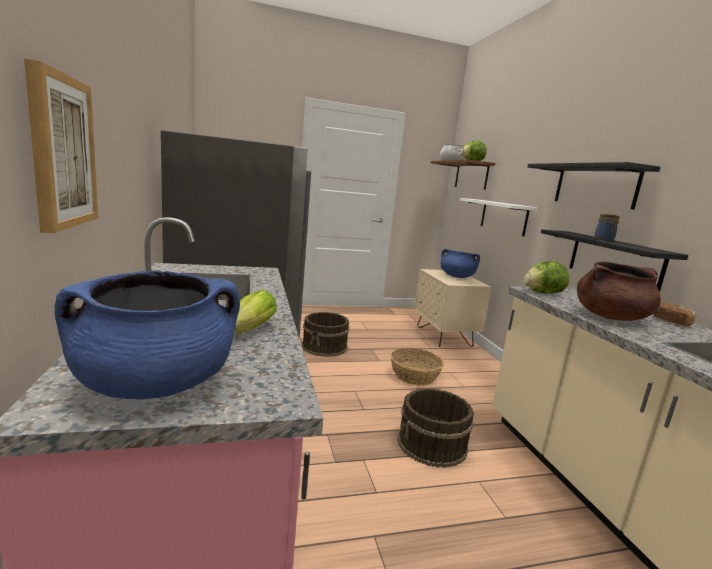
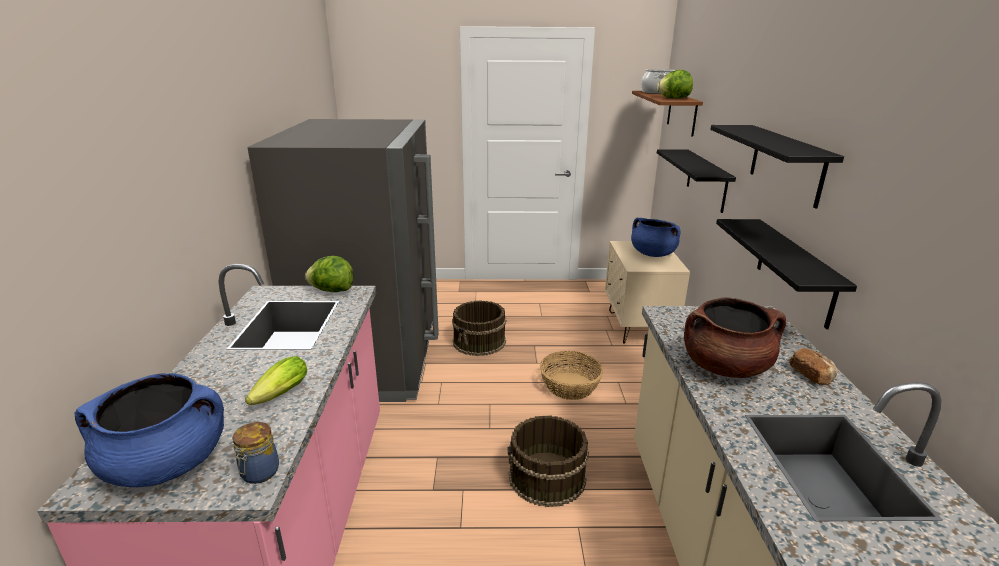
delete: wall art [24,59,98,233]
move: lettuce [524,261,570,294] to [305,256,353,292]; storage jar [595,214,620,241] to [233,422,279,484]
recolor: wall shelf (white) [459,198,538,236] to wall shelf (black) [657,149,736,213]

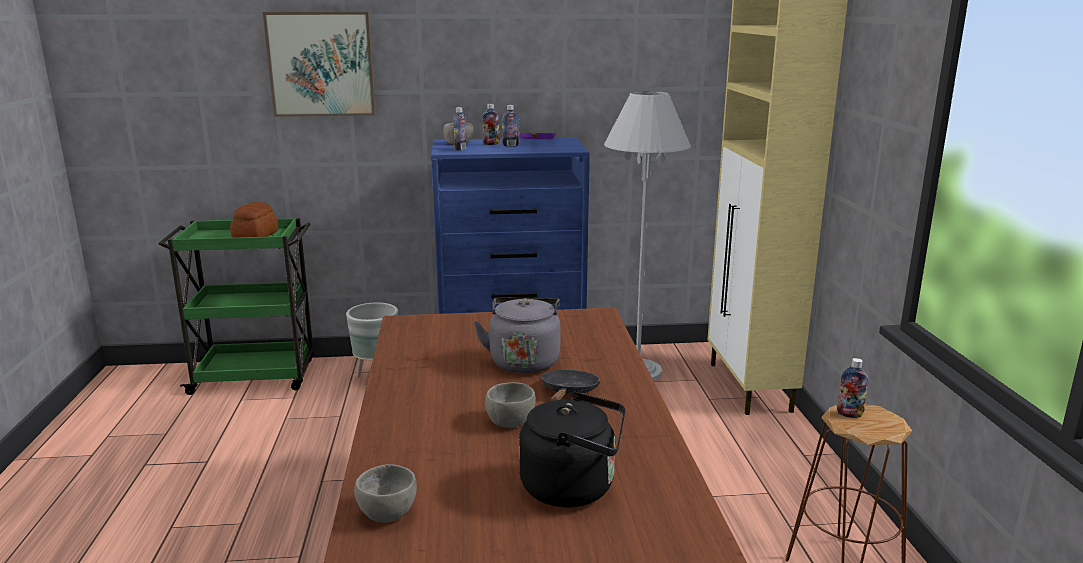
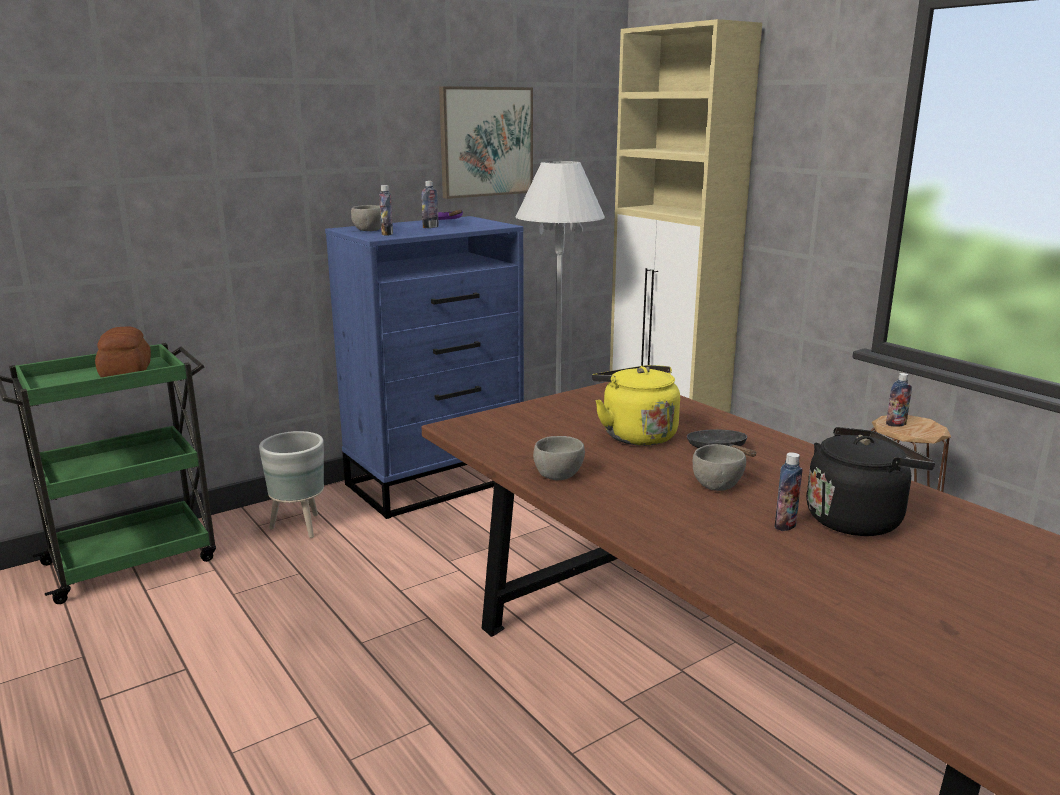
move: wall art [263,12,376,117] to [439,86,533,199]; deep dish (gray) [354,464,417,523] to [533,436,585,480]; drink bottle [482,104,500,145] to [775,452,803,531]
recolor: kettle (gray) [473,298,561,374] to kettle (yellow-coloured) [592,365,680,446]

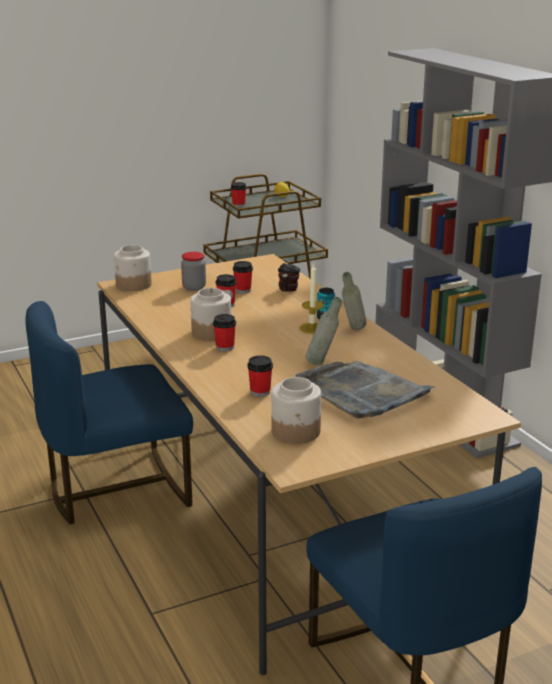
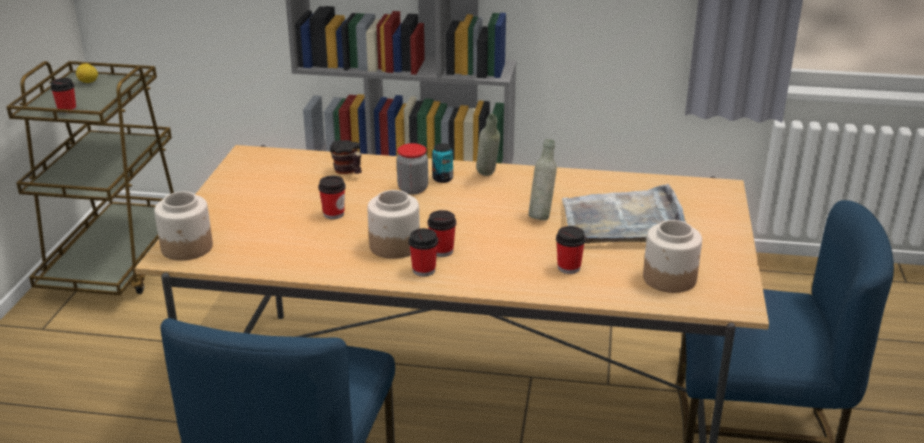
delete: wax candle [299,263,324,334]
move: storage jar [181,252,206,291] to [397,143,428,194]; cup [233,261,253,293] to [409,228,438,277]

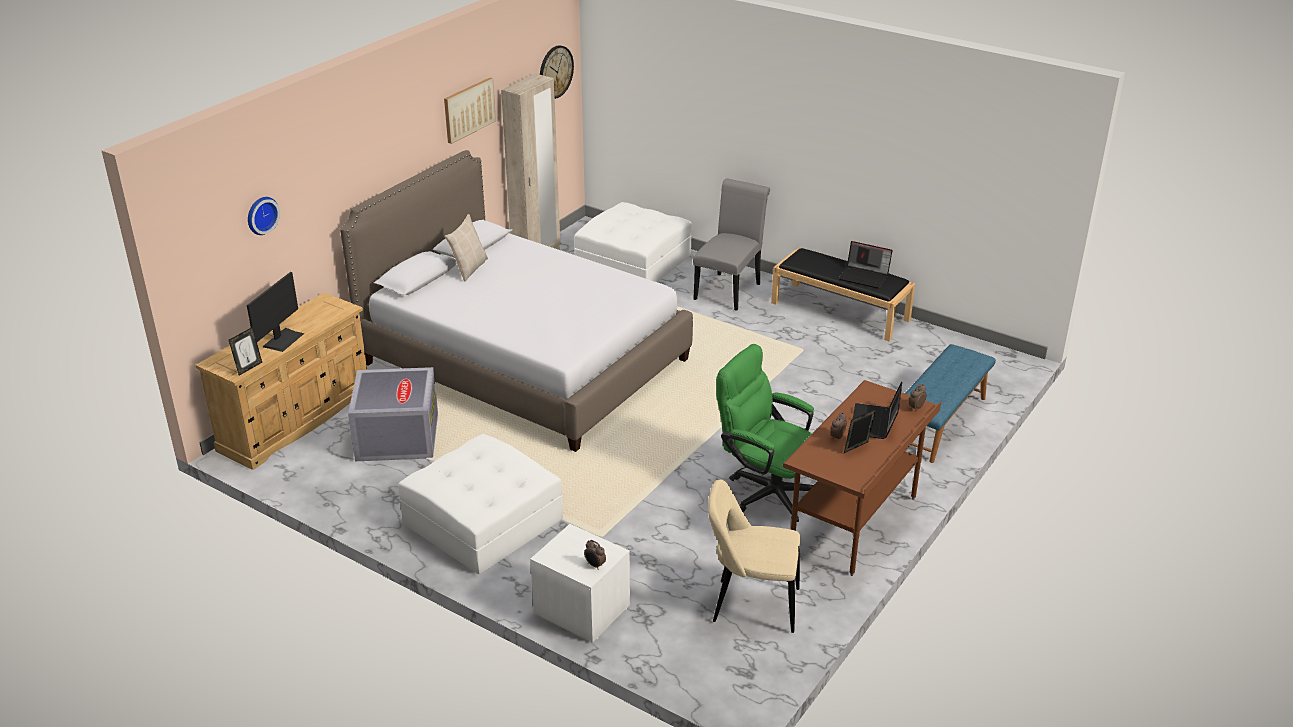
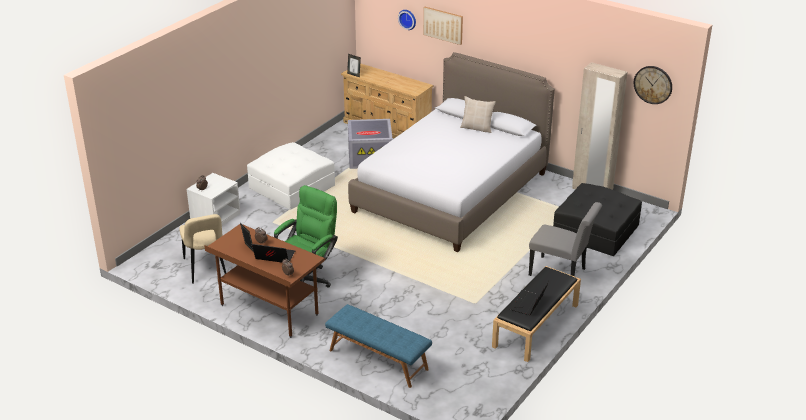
delete: computer screen [247,272,305,352]
move: wall art [444,78,496,144] to [423,7,463,45]
recolor: footrest (white) [574,202,692,282] to footrest (black) [553,183,642,256]
rotate: chair (beige) [708,480,800,633] = [179,214,226,284] 150 degrees clockwise

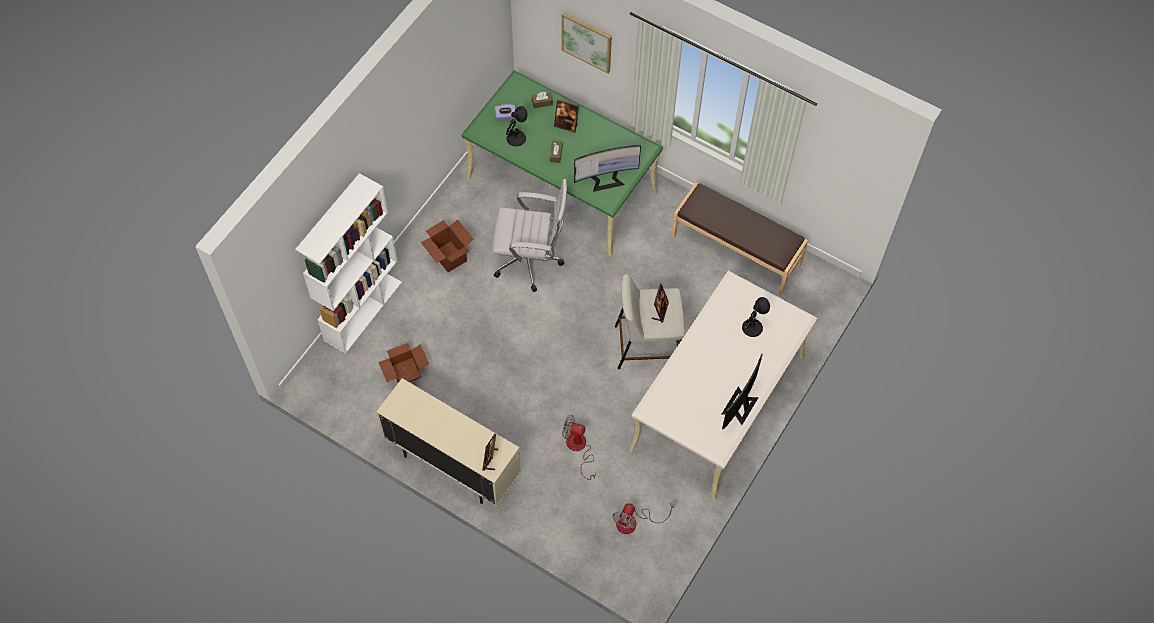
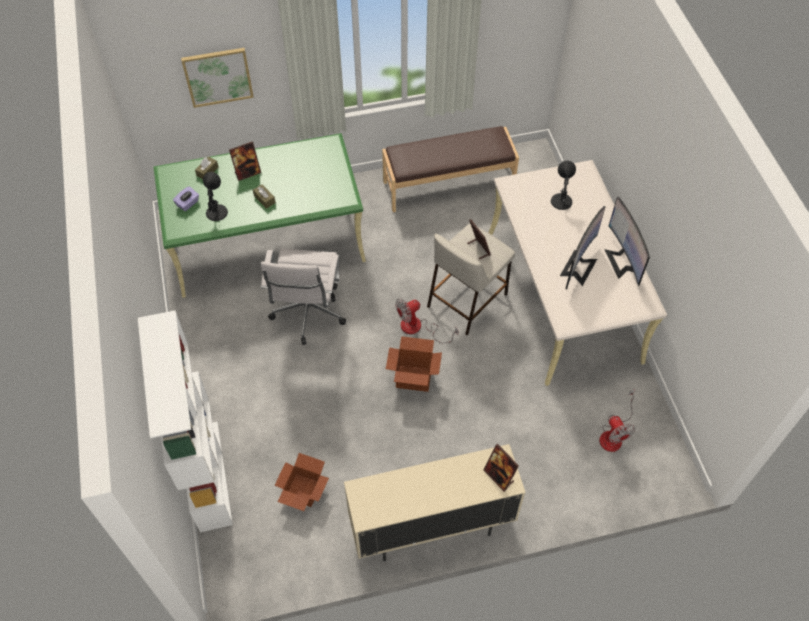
move: packing box [421,219,474,272] to [386,336,442,392]; fan [562,415,596,480] to [396,298,458,343]; computer screen [574,145,641,192] to [560,206,606,290]
rotate: desk chair (white) [492,179,567,292] = [261,248,346,345] 135 degrees clockwise

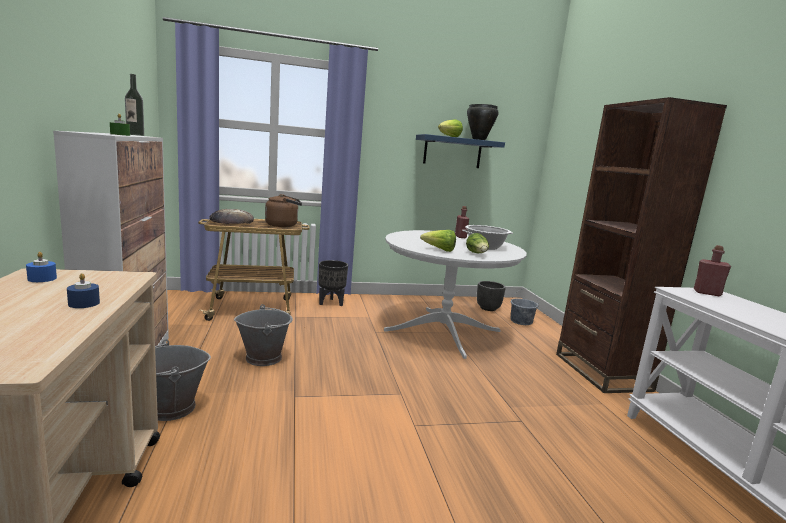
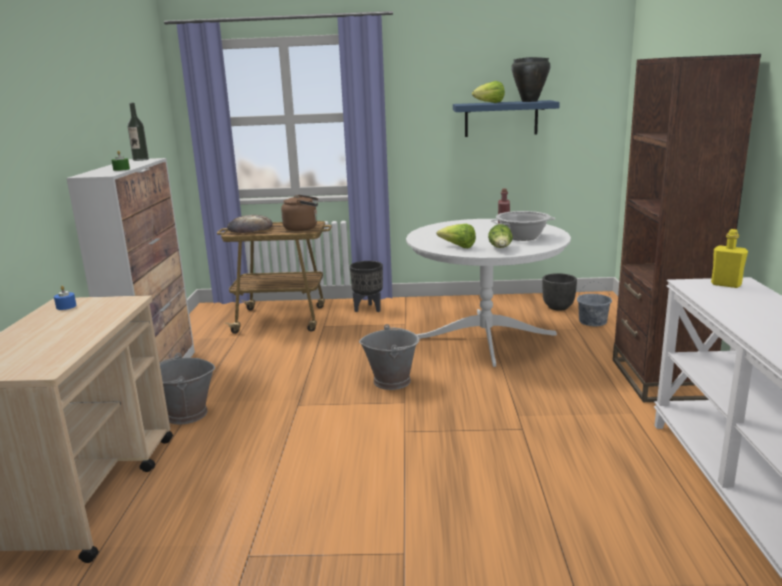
delete: wax candle (blue) [67,273,100,308]
move: water bucket (gray) [234,304,293,366] to [359,324,420,390]
recolor: drink bottle (reddish) [694,245,731,296] to drink bottle (yellow-coloured) [711,229,748,288]

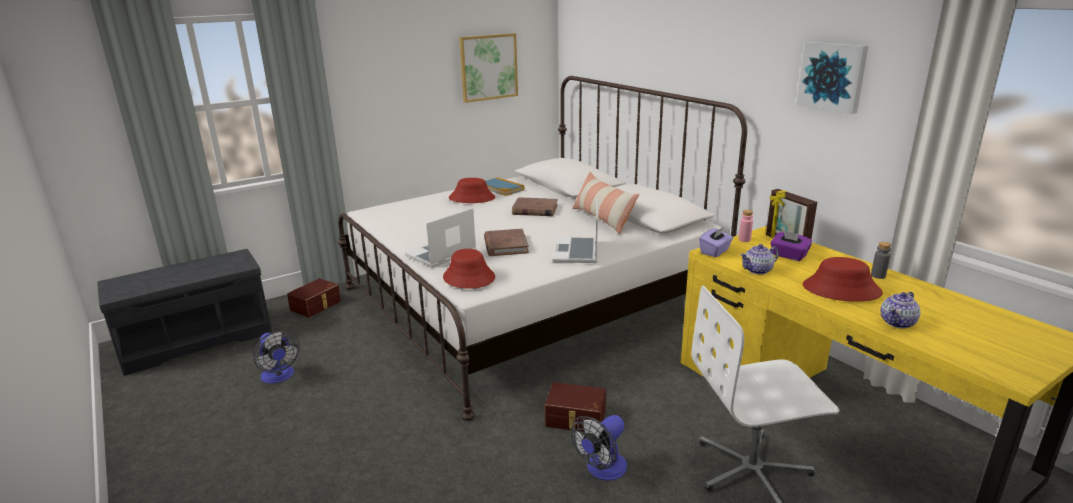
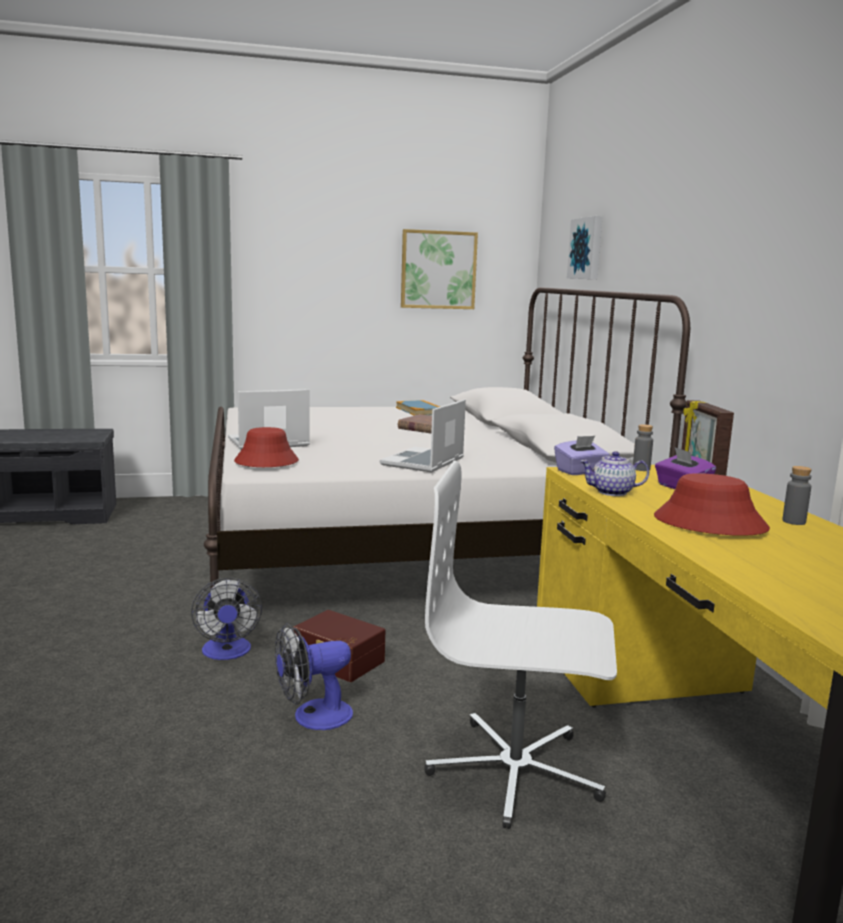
delete: storage container (brown) [287,278,341,318]; clothing hat (reddish) [449,178,495,203]; bound book (brown) [484,229,529,256]; throw pillow [572,172,639,235]; pot for tea [880,292,921,329]
move: fan [253,331,300,384] to [191,578,262,660]; wall art [796,42,869,114] to [567,216,603,279]
recolor: drink bottle (pink-coloured) [739,210,753,242] to drink bottle (gray) [633,424,653,471]

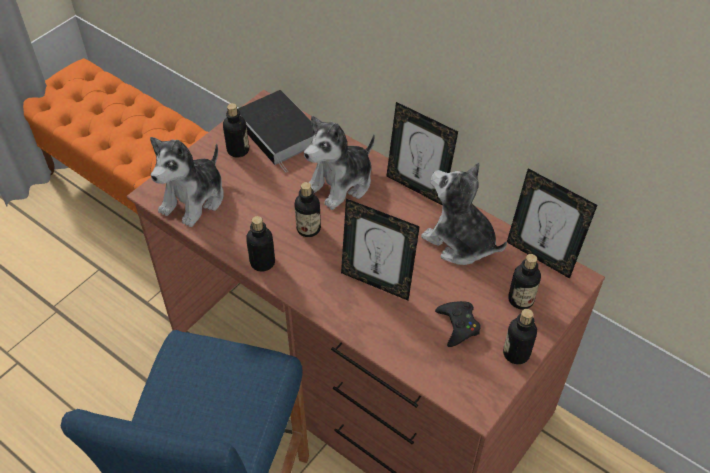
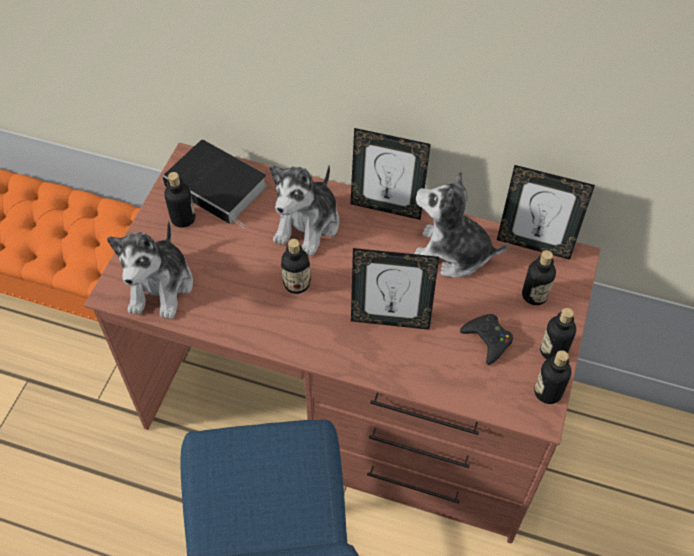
move: drink bottle [246,216,275,272] to [534,350,572,404]

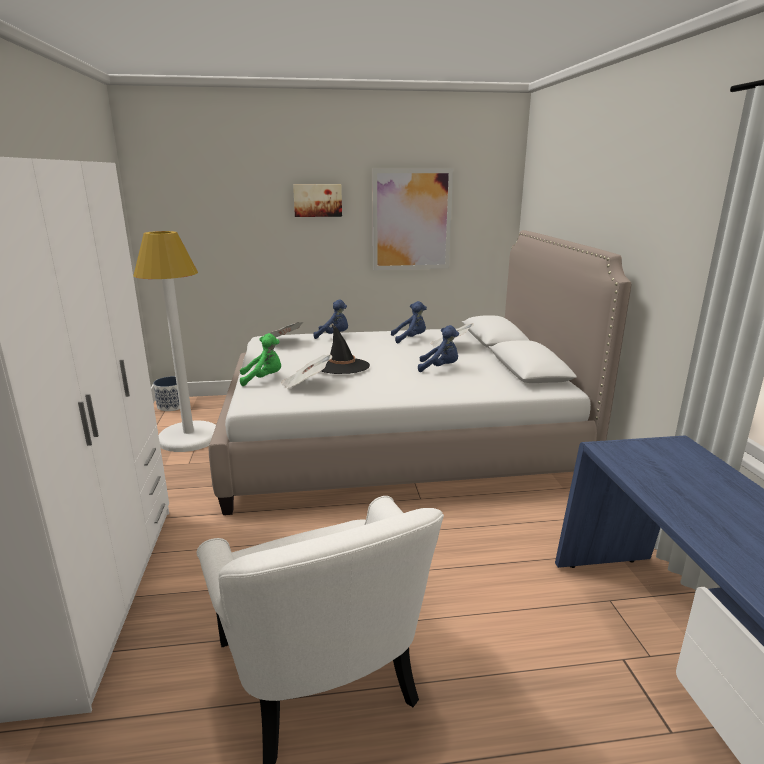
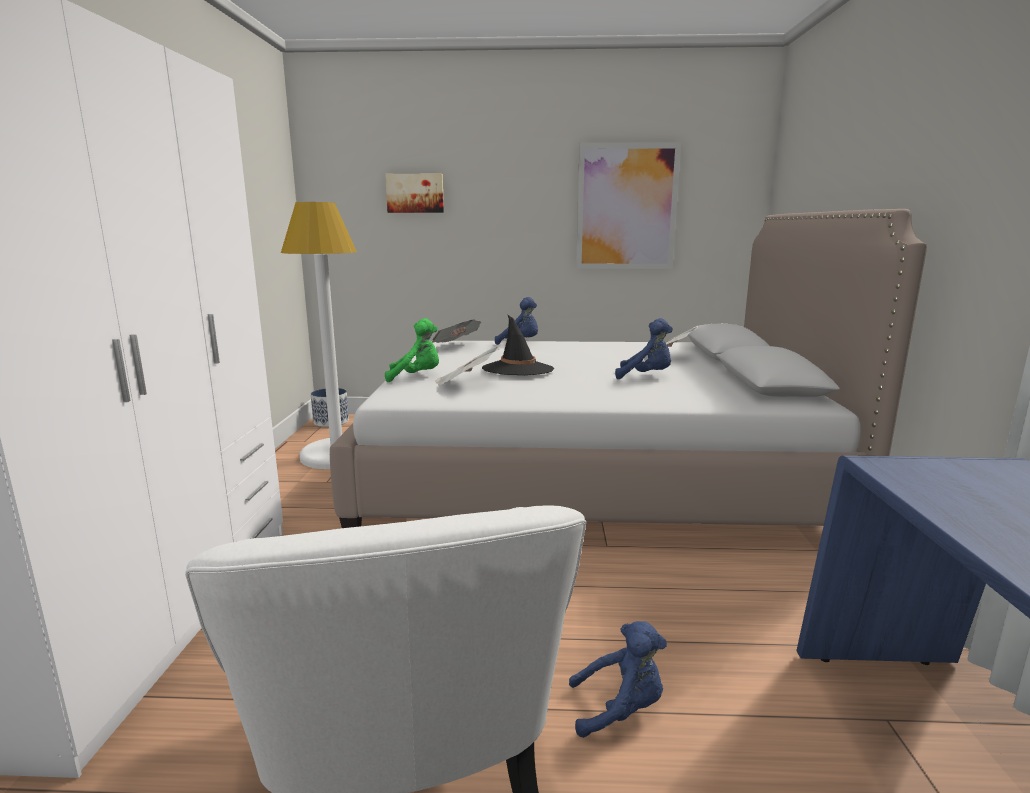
move: wall art [293,184,342,217] to [385,174,444,213]; soft toy (blue) [391,301,427,343] to [569,621,667,738]

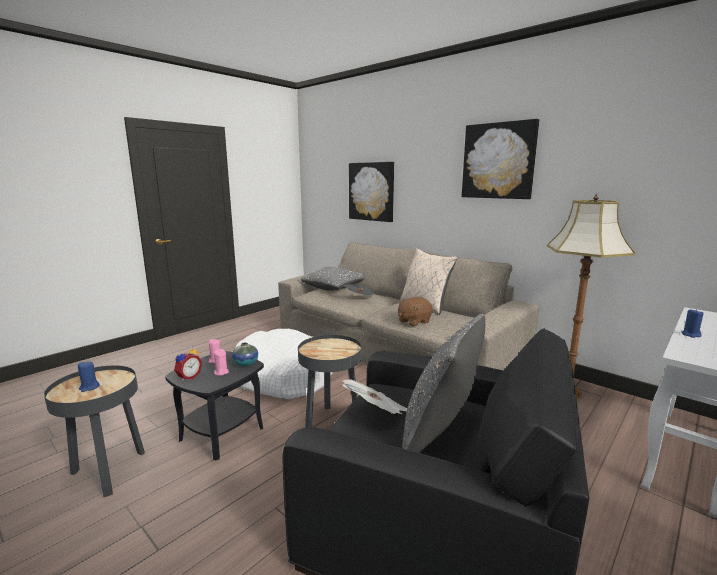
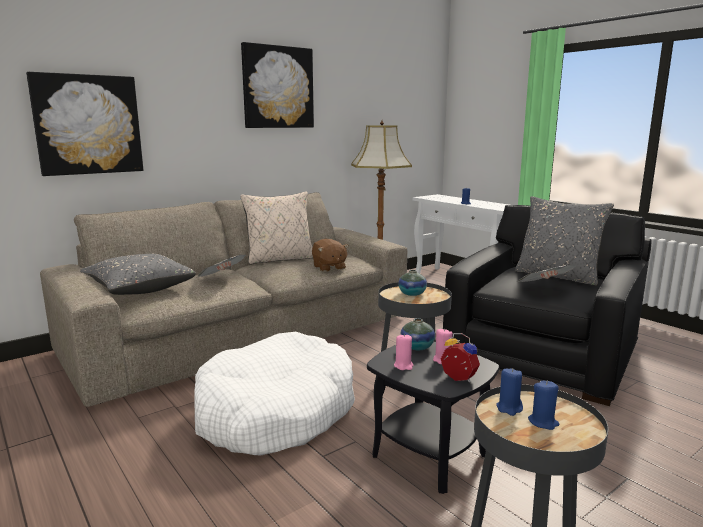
insert: decorative vase [398,270,427,296]; wax candle (blue) [496,368,523,416]

